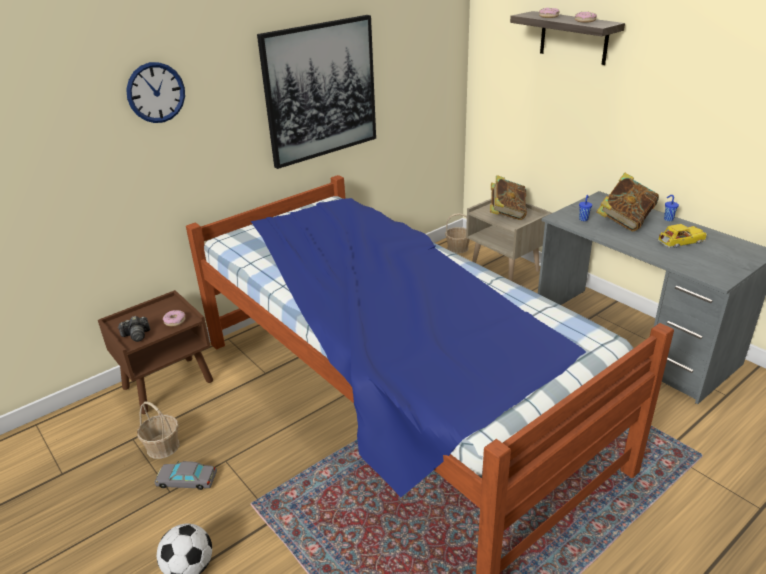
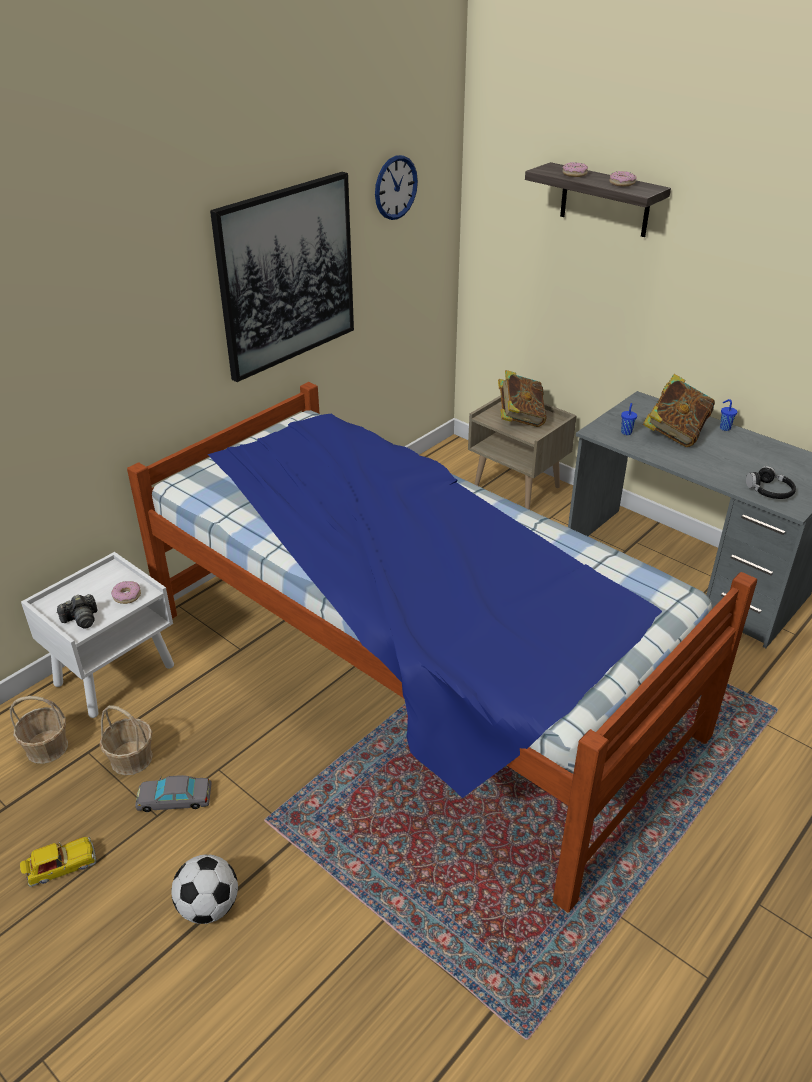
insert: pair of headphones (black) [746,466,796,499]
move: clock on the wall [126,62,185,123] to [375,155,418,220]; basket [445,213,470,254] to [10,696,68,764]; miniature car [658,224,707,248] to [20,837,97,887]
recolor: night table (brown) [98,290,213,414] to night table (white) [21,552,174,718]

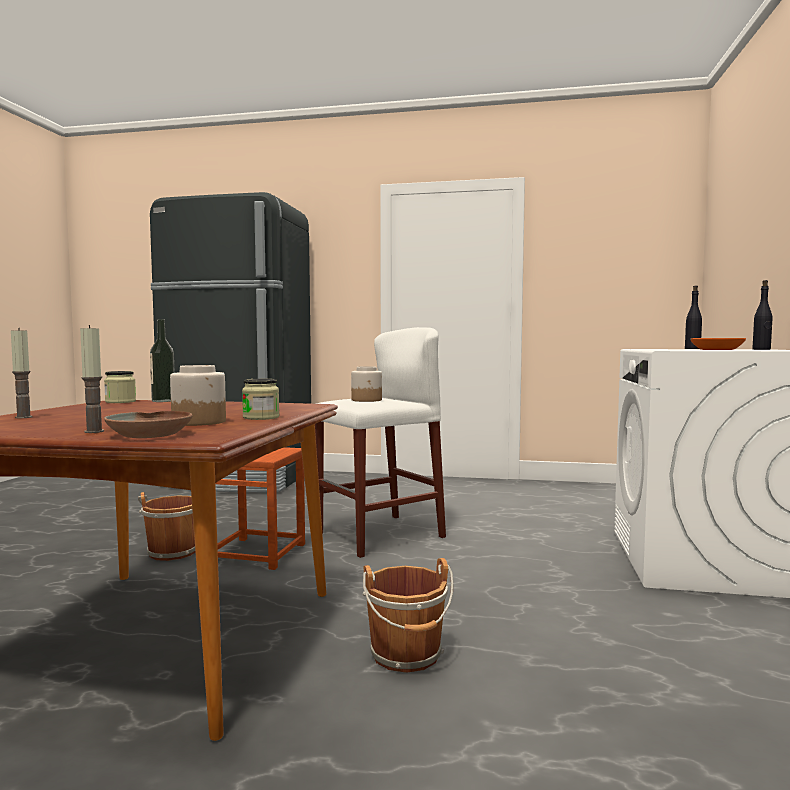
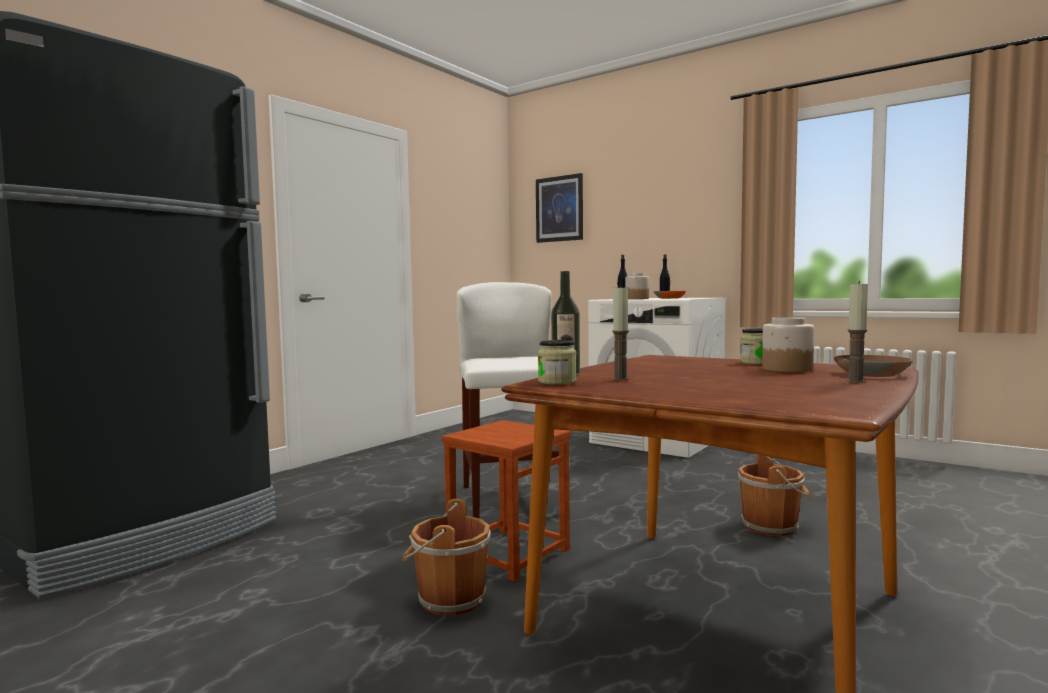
insert: wall art [536,173,583,243]
move: wax candle [11,328,33,418] to [612,285,629,380]; storage jar [351,366,382,402] to [625,273,649,299]

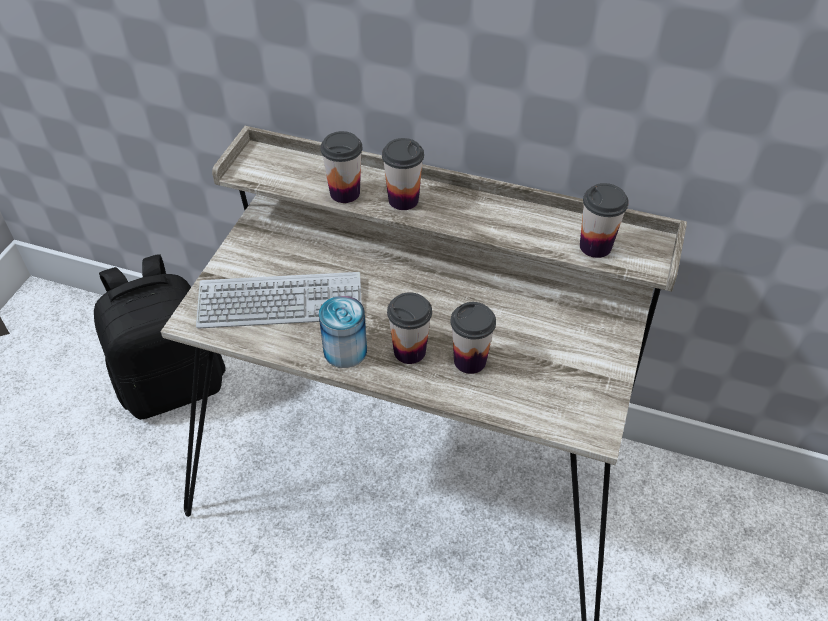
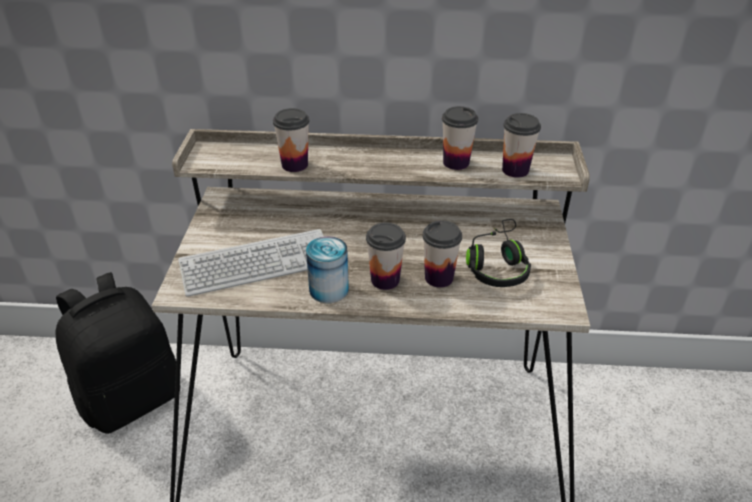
insert: pair of headphones (black) [466,219,531,287]
move: cup [382,138,424,210] to [442,106,478,170]

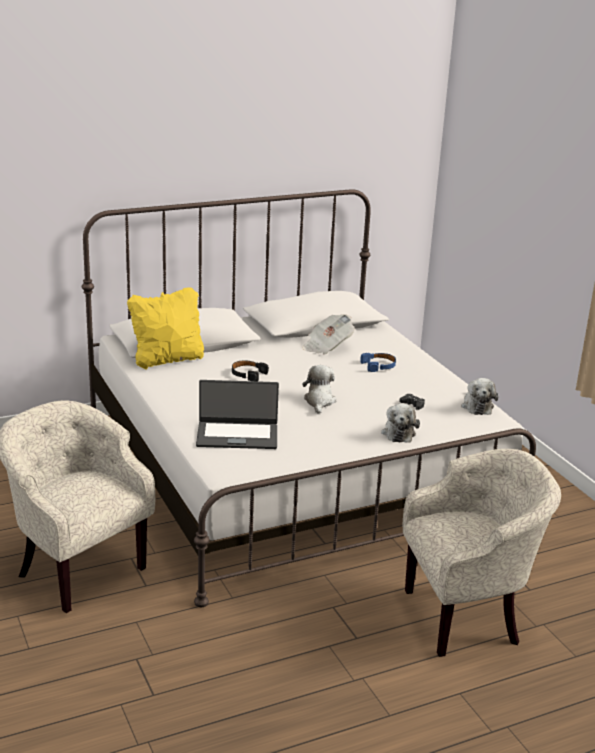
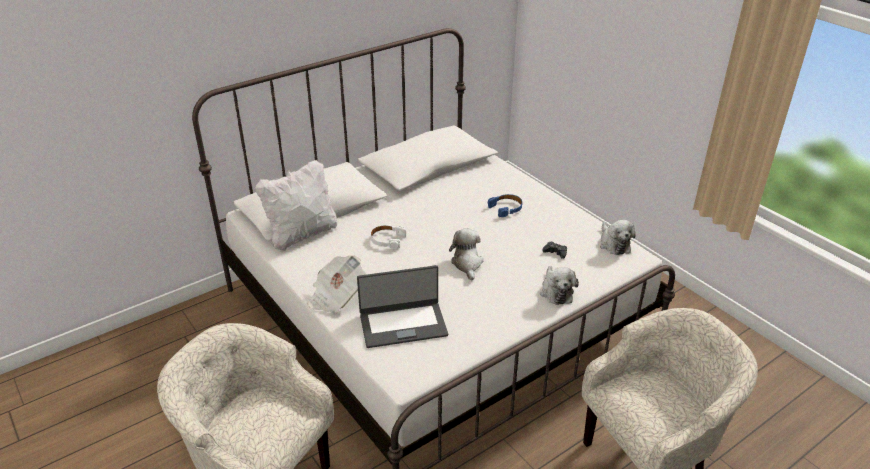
move: printed paper [302,314,355,354] to [308,255,366,314]
recolor: throw pillow (yellow-coloured) [127,287,204,370] to throw pillow (white) [255,160,337,251]; pair of headphones (black) [232,360,269,381] to pair of headphones (white) [370,225,406,249]

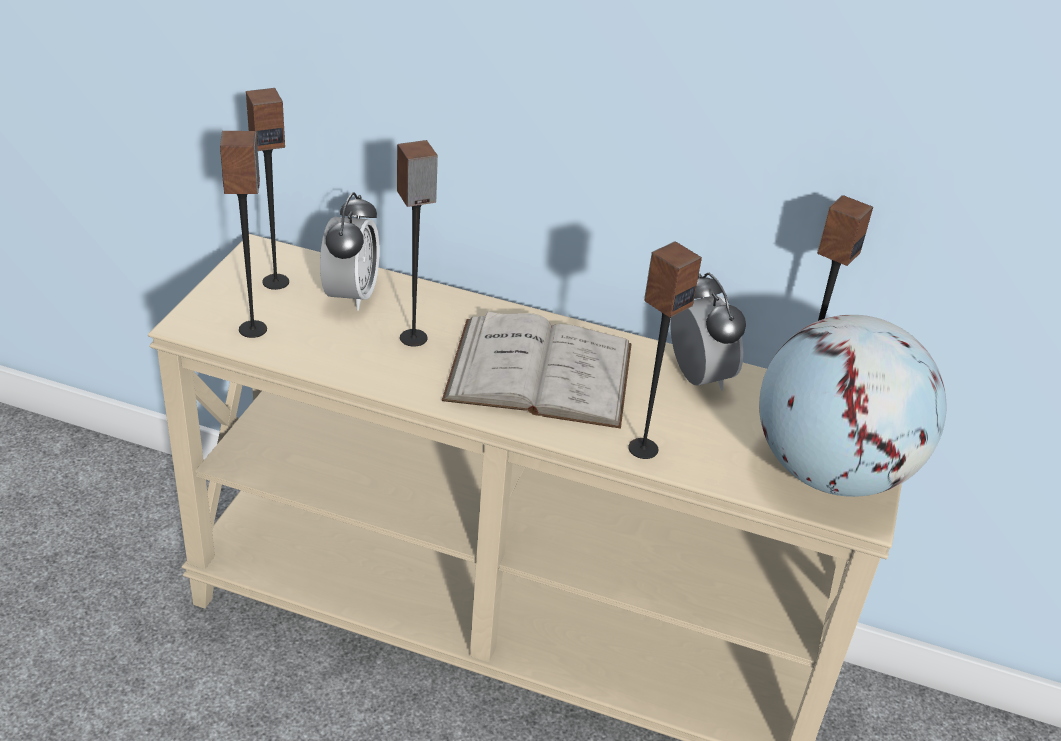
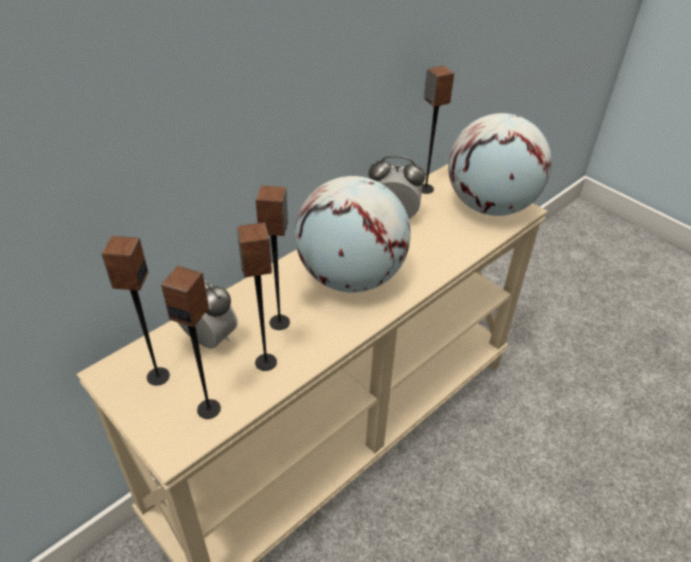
move: audio speaker [628,241,702,459] to [237,222,277,371]
replace: bound book (white) [442,311,632,429] to globe [295,176,411,293]

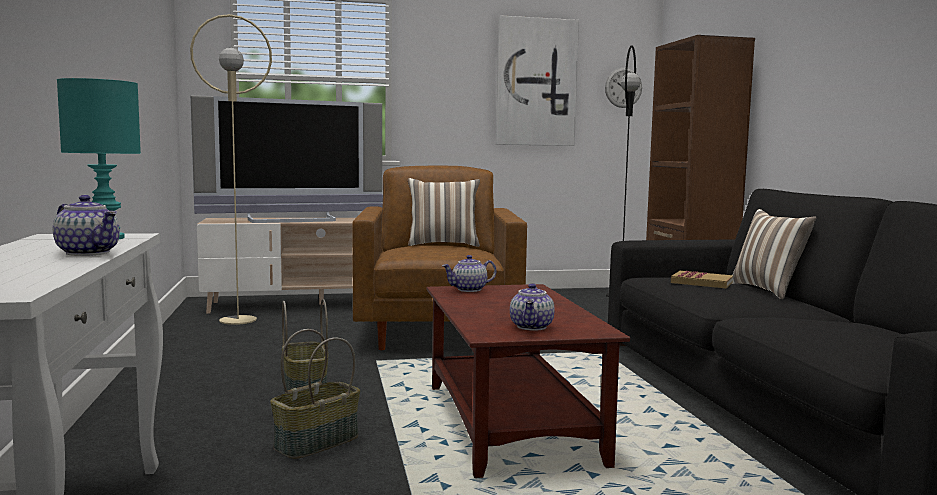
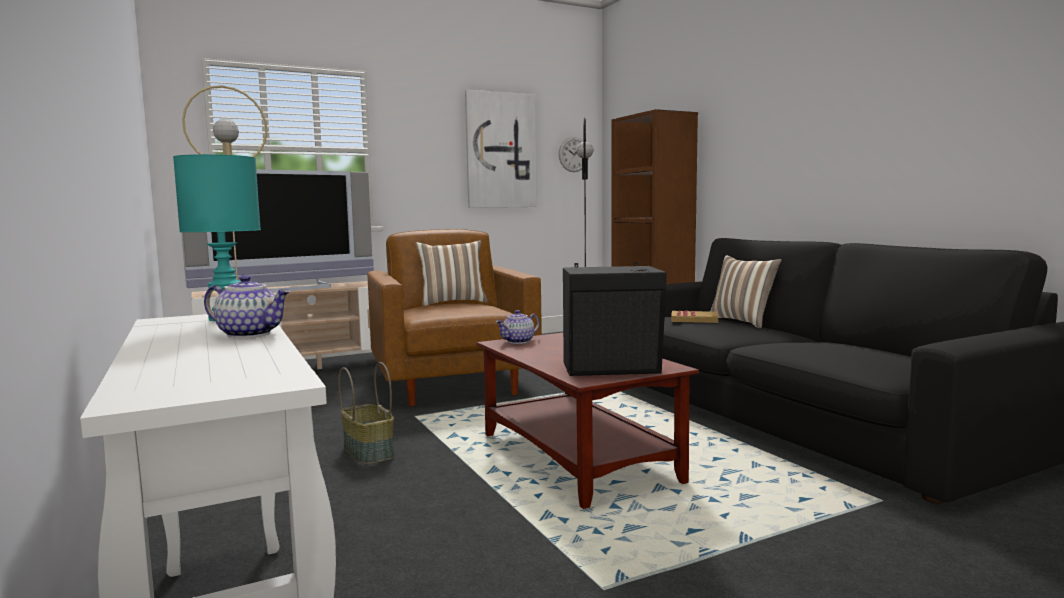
delete: basket [270,329,360,459]
replace: pot for tea [510,283,555,331] to audio speaker (black) [563,262,666,376]

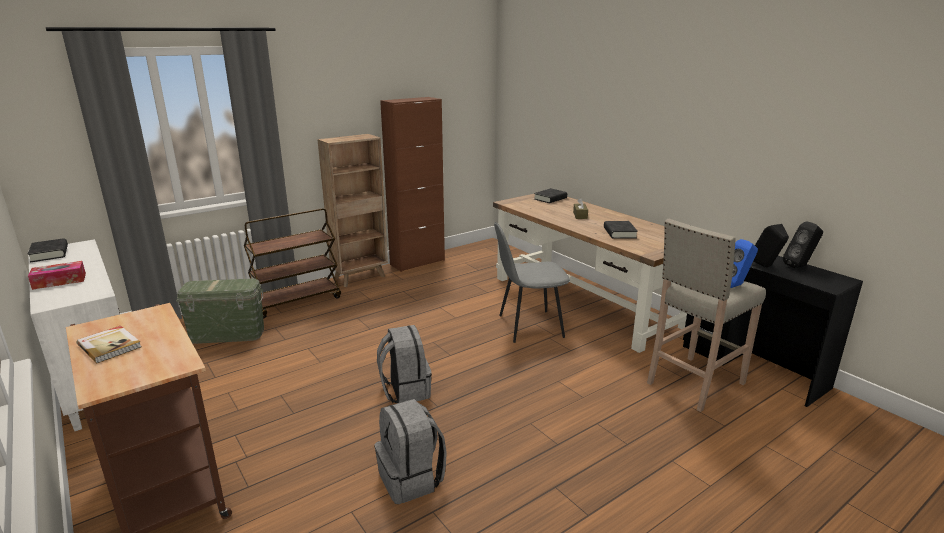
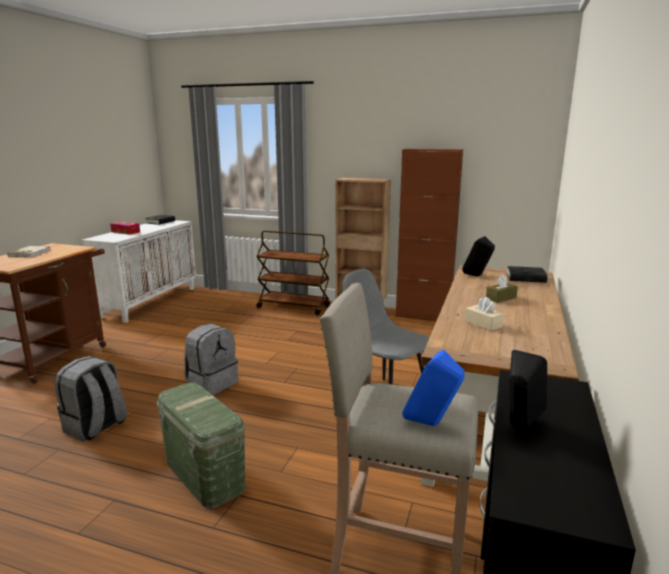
move: storage container (green) [176,279,264,344] to [157,382,245,509]; audio speaker (black) [783,221,823,268] to [462,236,495,276]
replace: bound book (black) [604,221,638,239] to box of tissues (beige) [465,297,504,331]

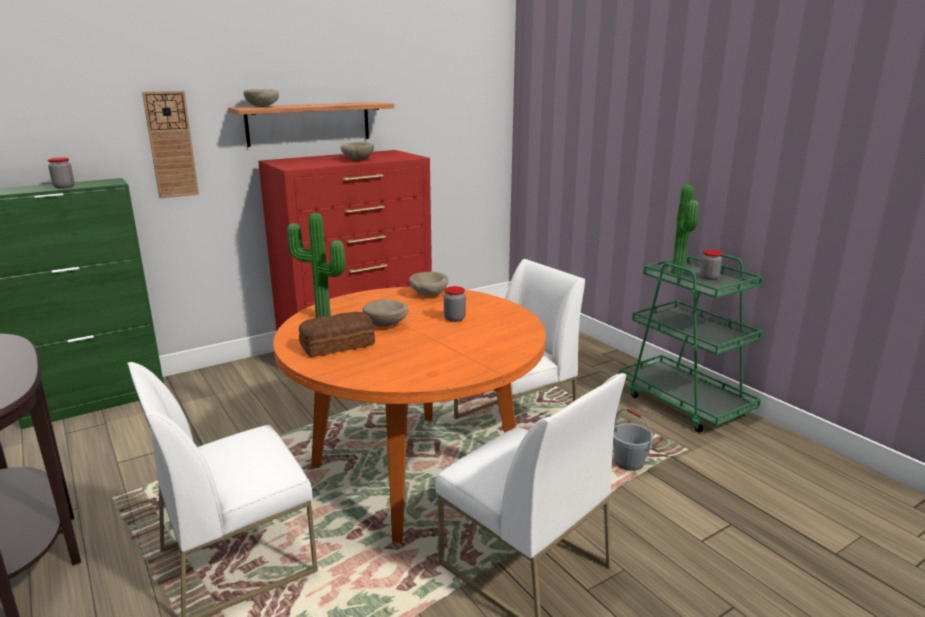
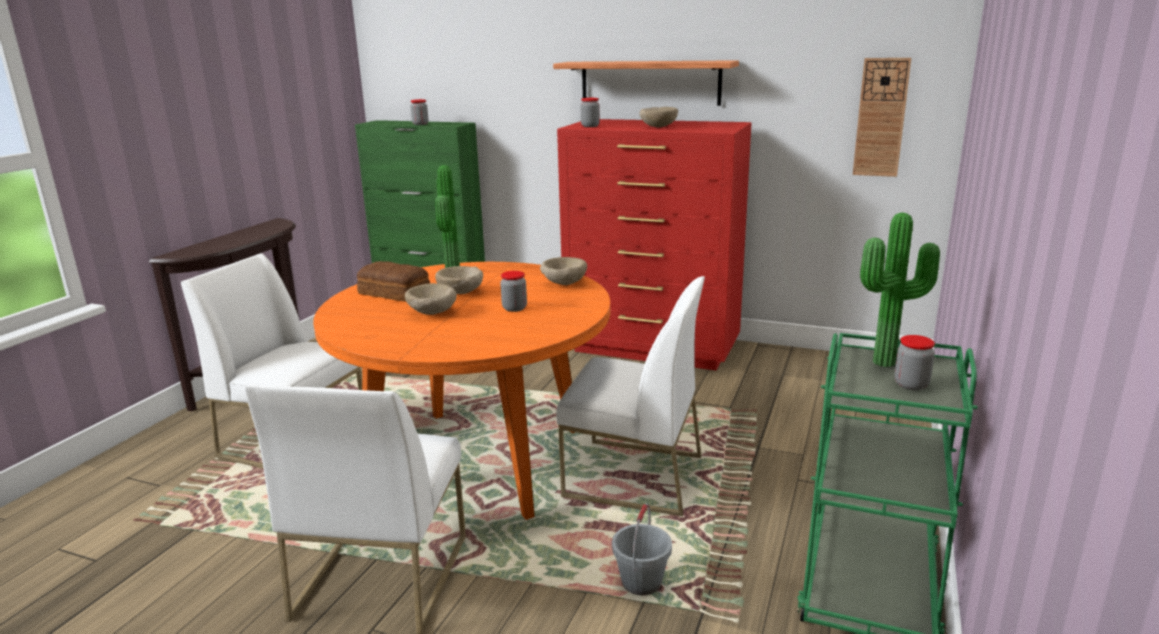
insert: storage jar [581,98,600,127]
move: clock on the wall [142,91,199,198] to [853,58,912,177]; deep dish (beige) [243,89,279,107] to [405,283,457,315]

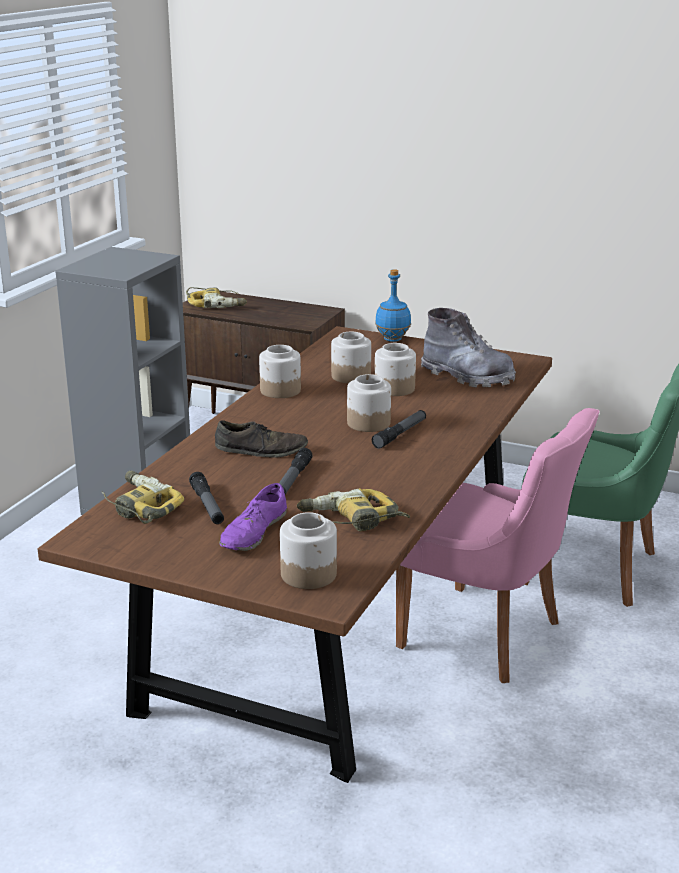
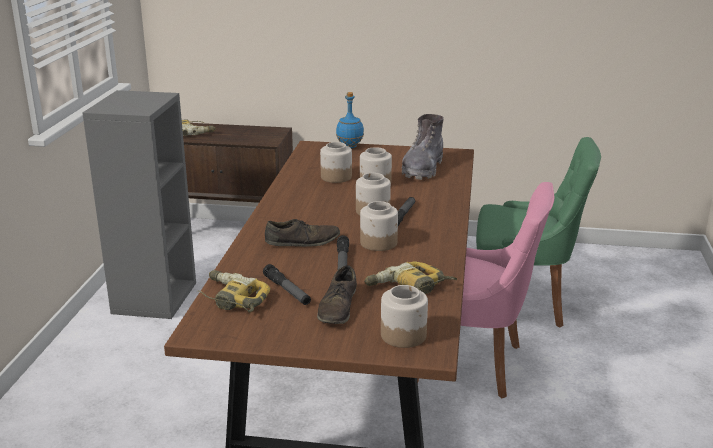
move: storage jar [259,345,301,398] to [360,201,398,251]
recolor: low shoe (purple-coloured) [219,483,287,551] to low shoe (brown) [317,265,357,324]
rotate: tall boot (gray) [421,308,516,387] = [401,114,444,180] 90 degrees clockwise

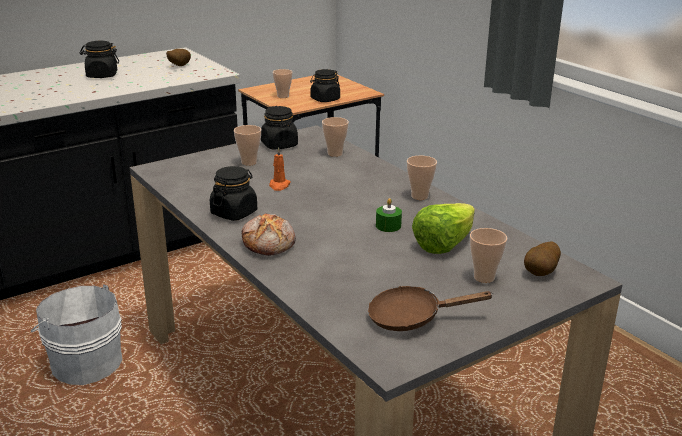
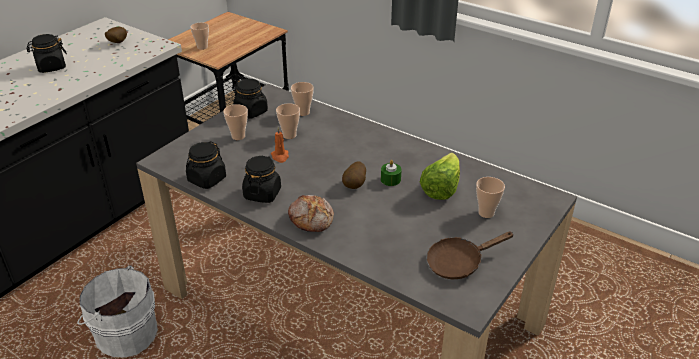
move: storage jar (black) [310,69,340,102] to [186,141,226,189]; cup [407,155,437,200] to [276,103,300,139]; spud [524,242,561,276] to [342,161,366,189]

